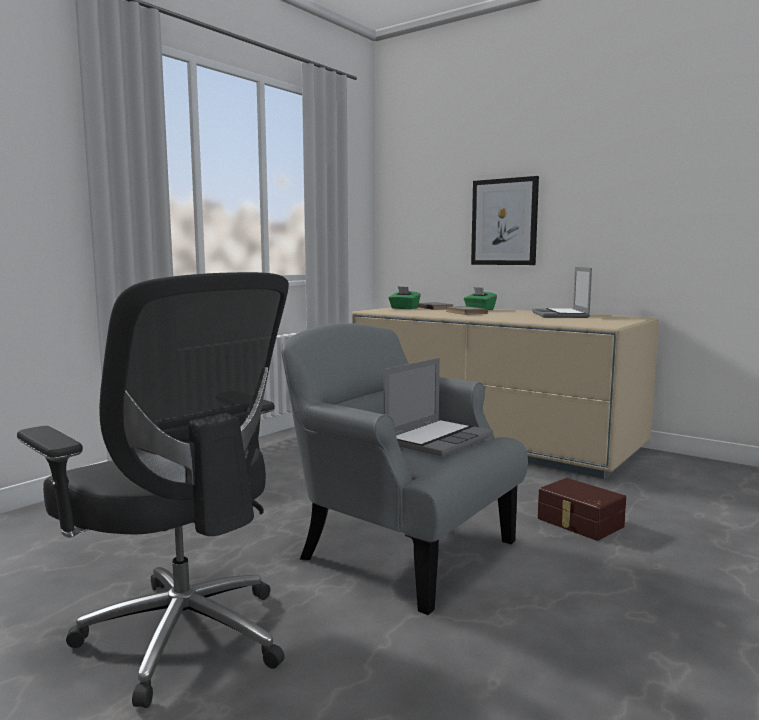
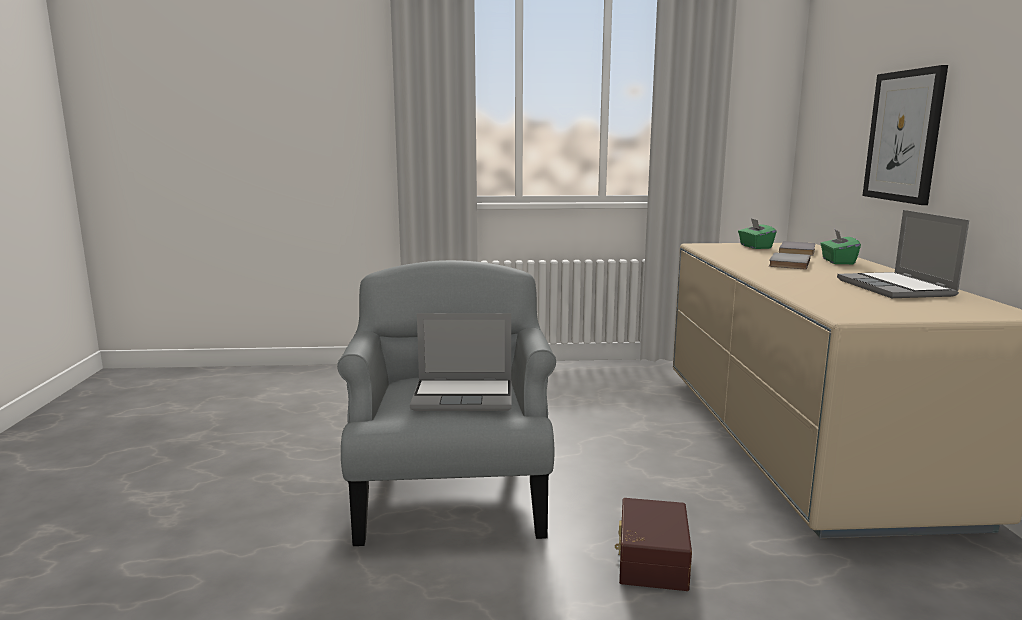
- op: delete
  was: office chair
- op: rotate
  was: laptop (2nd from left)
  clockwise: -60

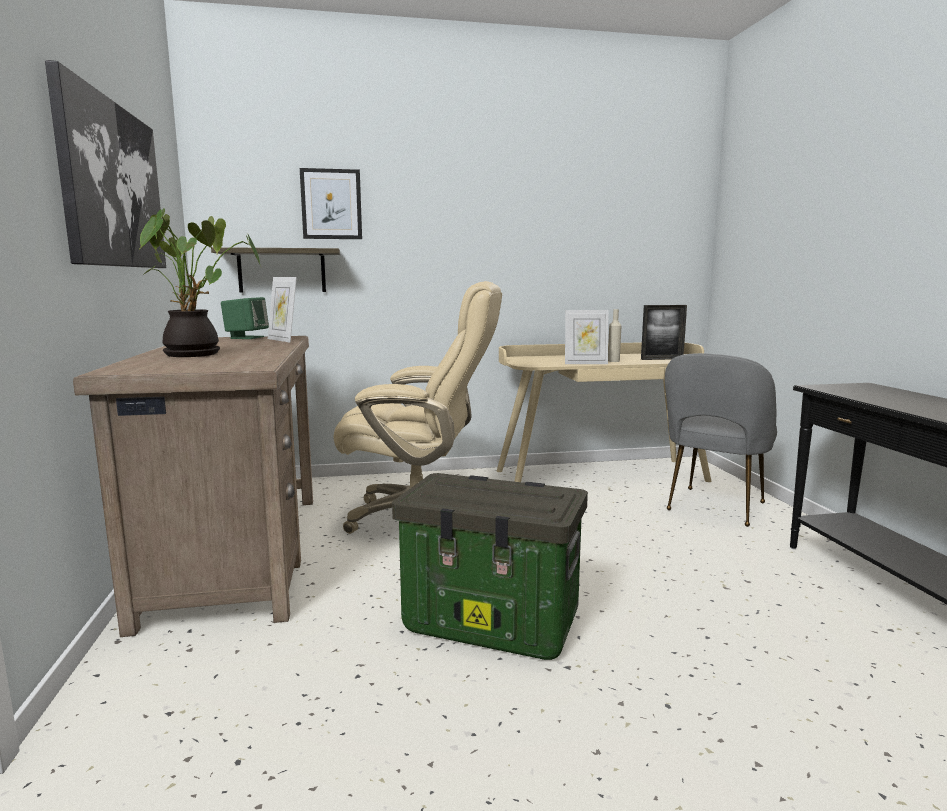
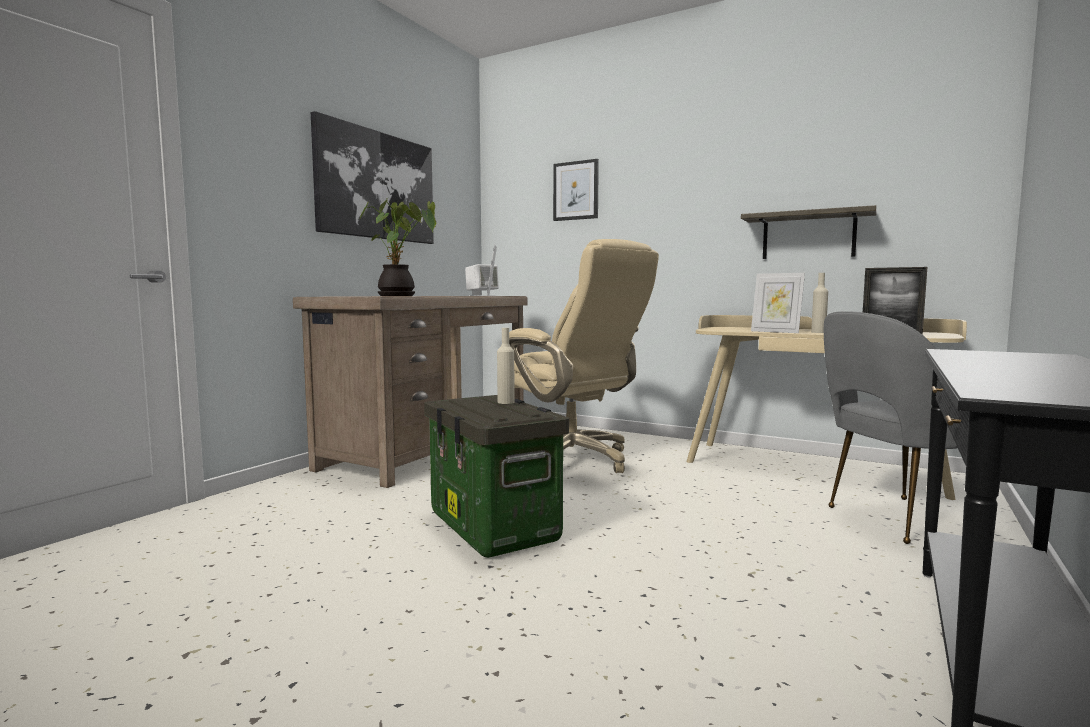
- op: move
  was: shelf
- op: recolor
  was: green speaker
  now: white speaker
- op: insert
  now: beige bottle (1st from left)

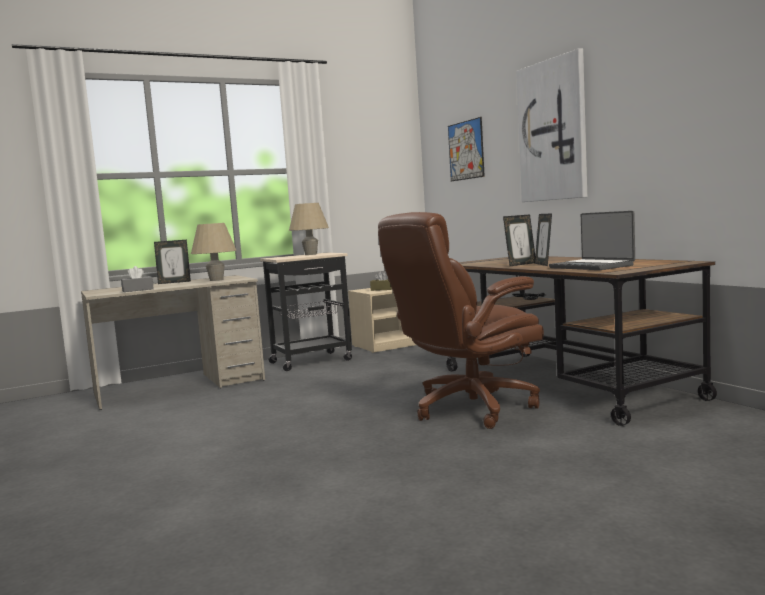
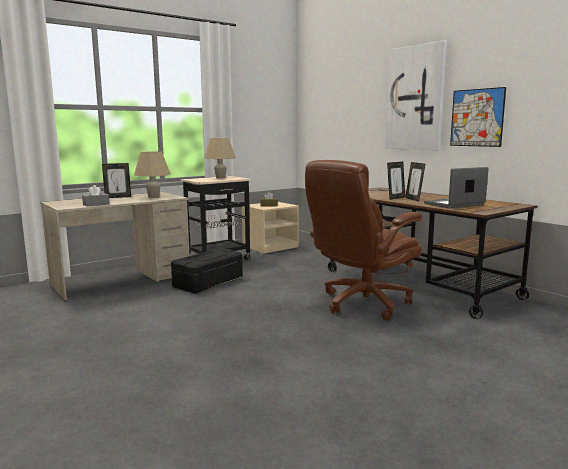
- op: move
  was: picture (1st from left in the first image)
  now: picture (2nd from left)
- op: rotate
  was: laptop
  clockwise: 105
- op: insert
  now: black storage box

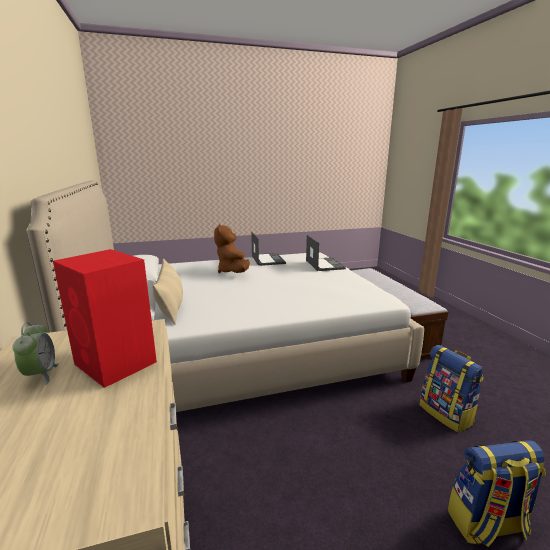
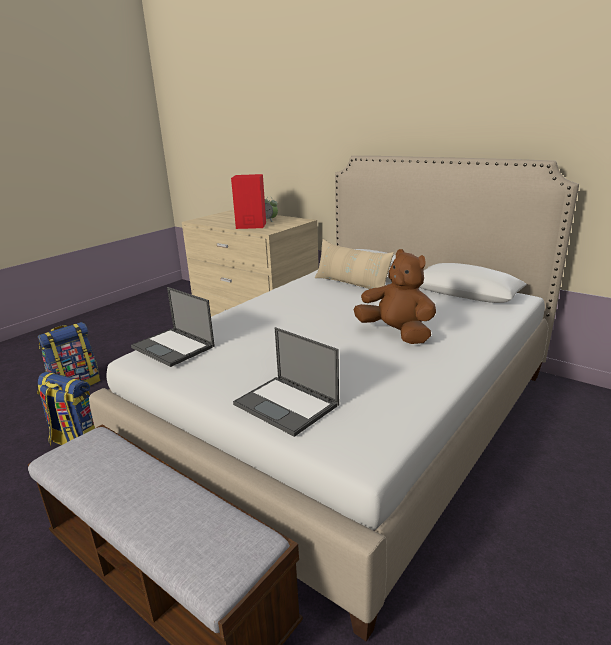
- op: move
  was: laptop (1st from left)

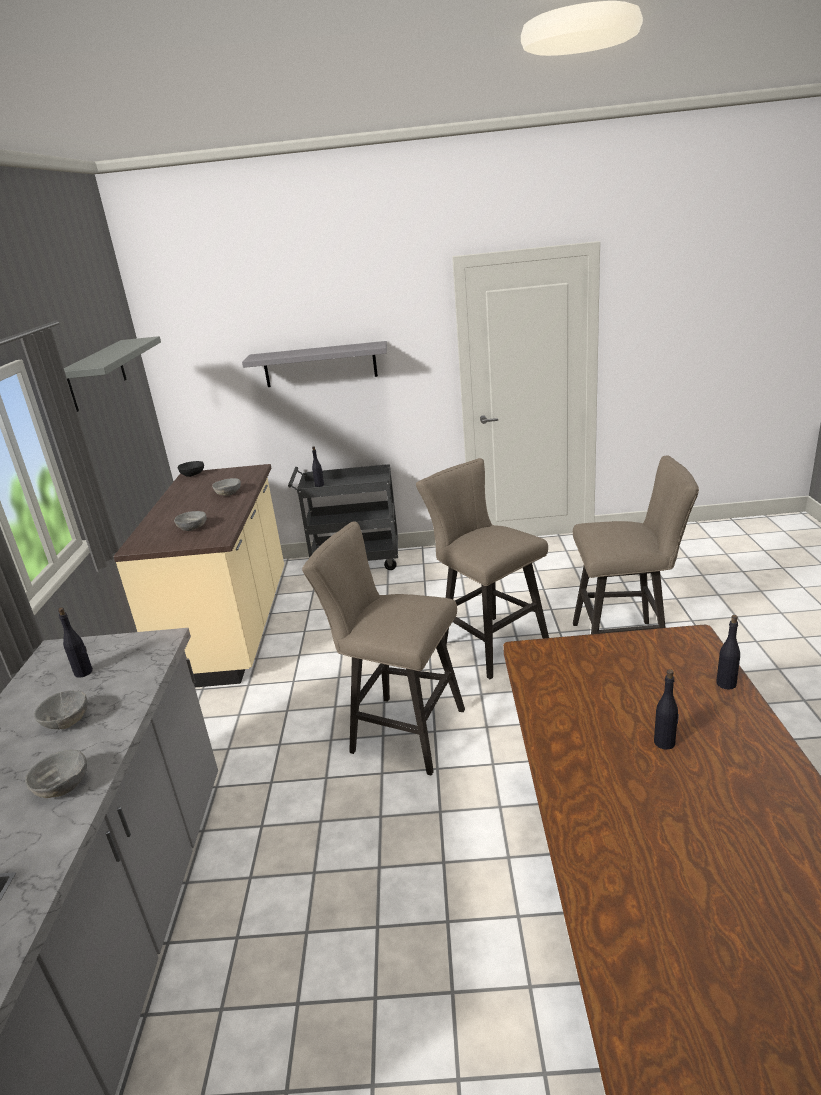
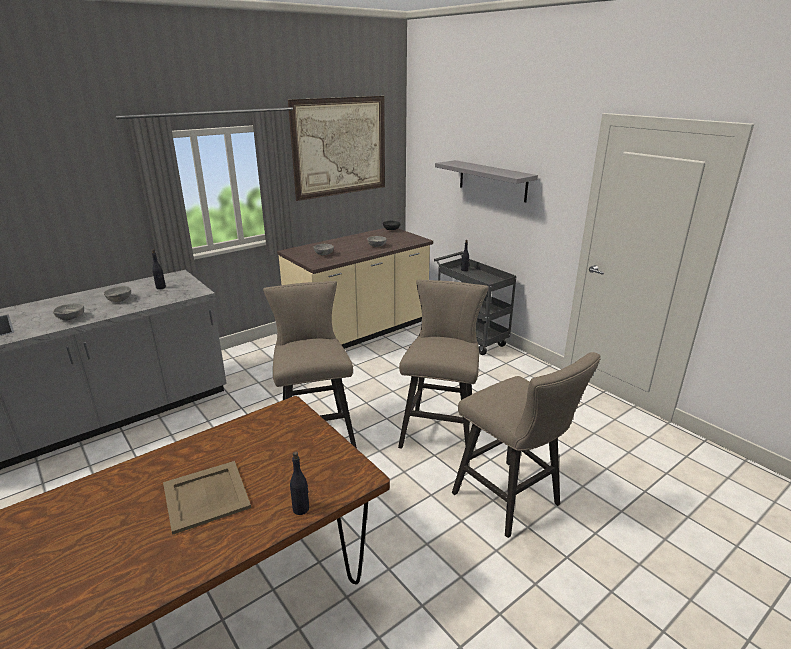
- op: replace
  was: grey shelf (1st from left)
  now: picture
- op: replace
  was: black bottle (3rd from left)
  now: beige tray

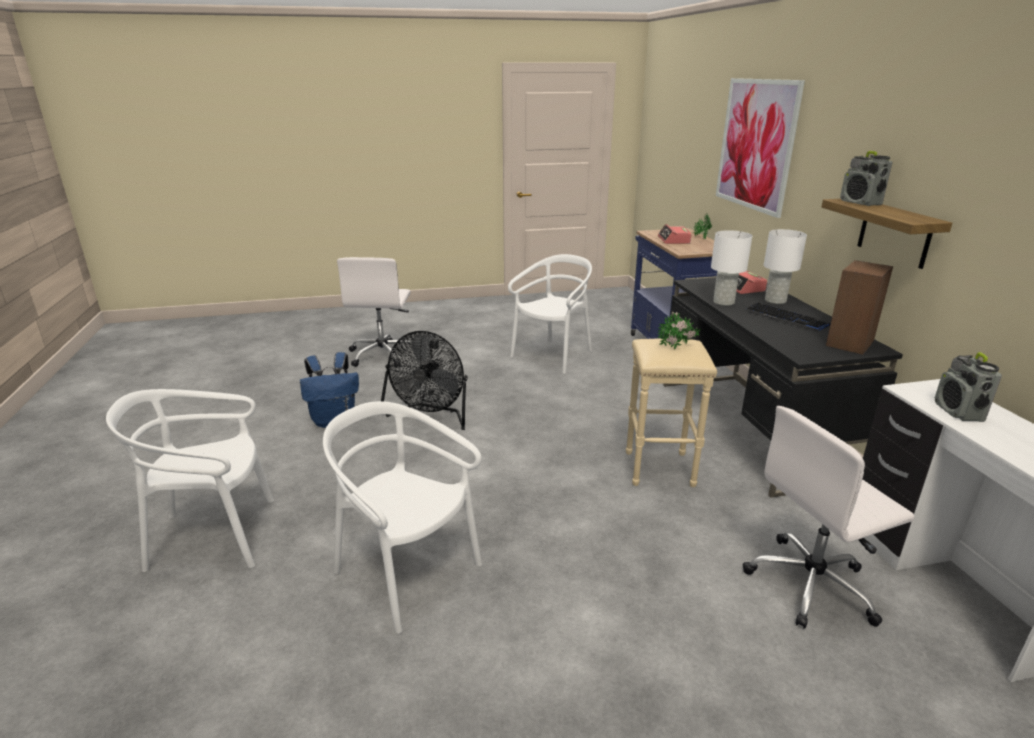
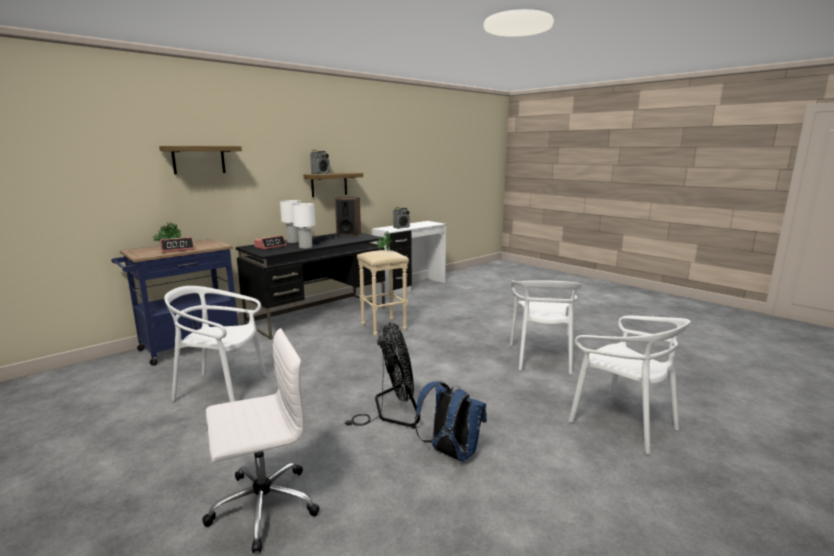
- op: replace
  was: picture
  now: shelf (1st from left)
- op: delete
  was: white office chair (2nd from left)

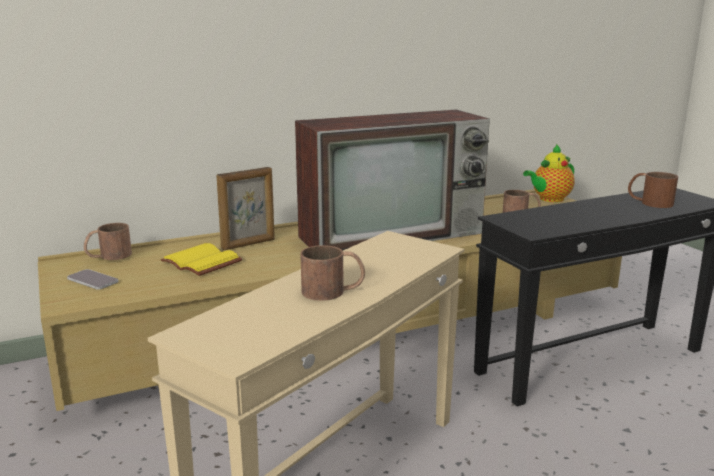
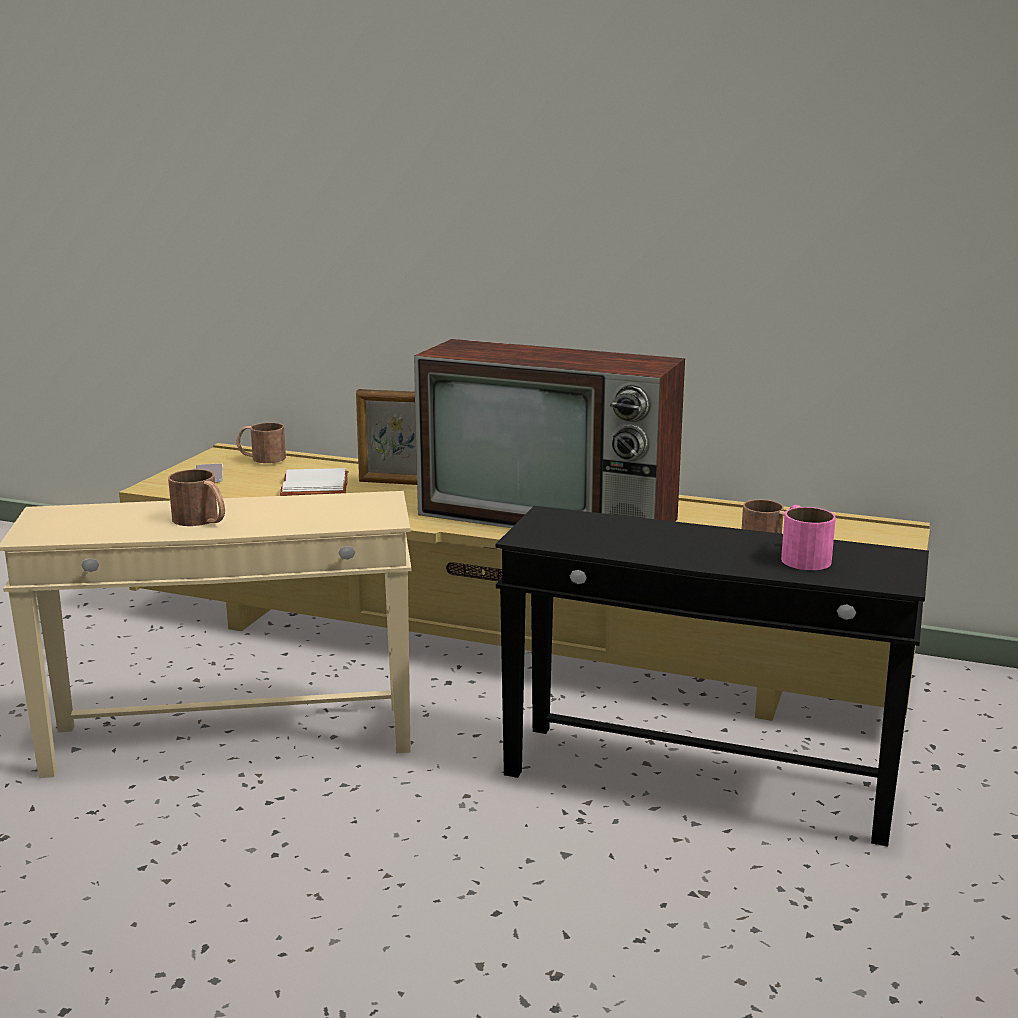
- op: recolor
  was: yellow book
  now: white book
- op: delete
  was: teapot
- op: recolor
  was: brown mug (4th from left)
  now: pink mug

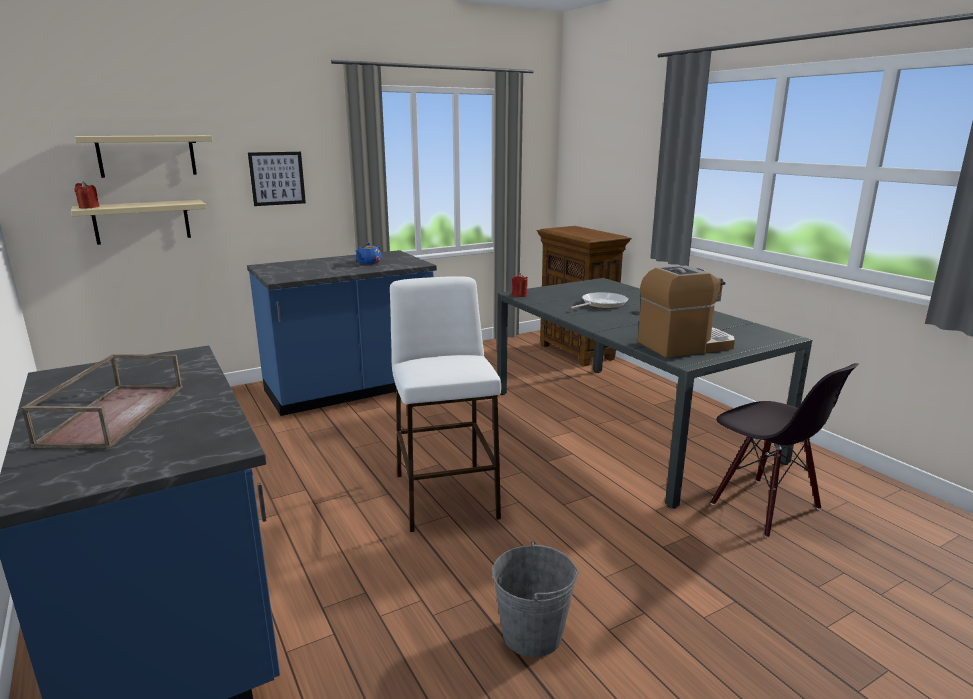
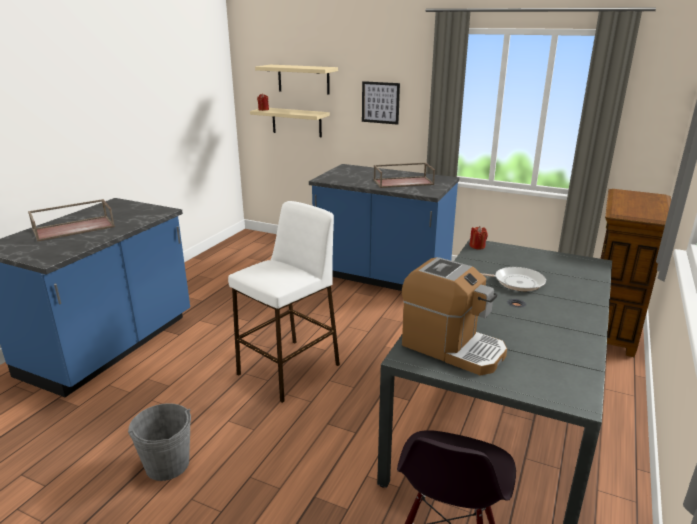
- op: replace
  was: blue teapot
  now: brown tray (2nd from left)

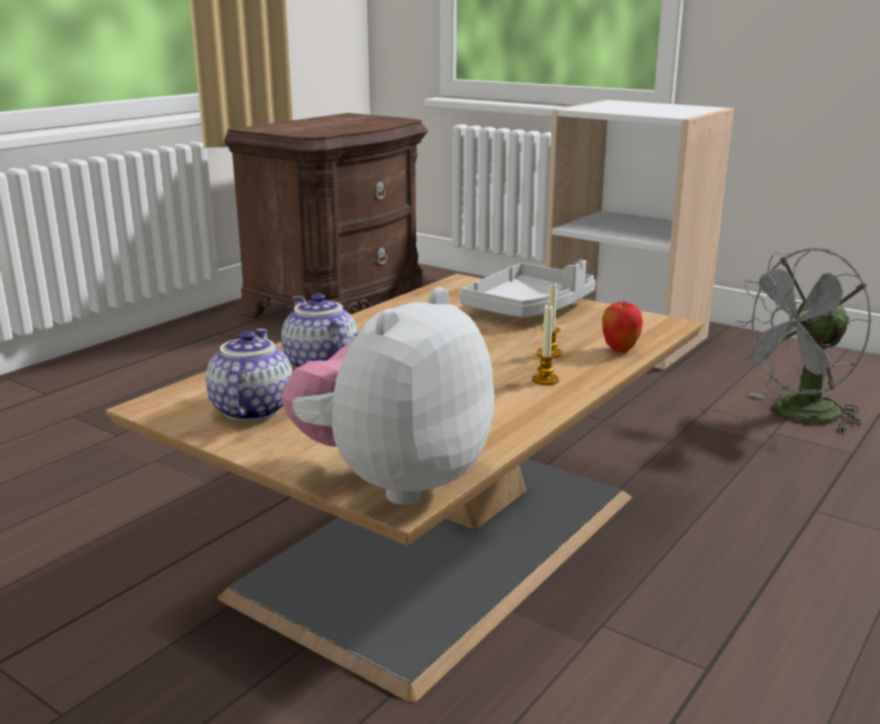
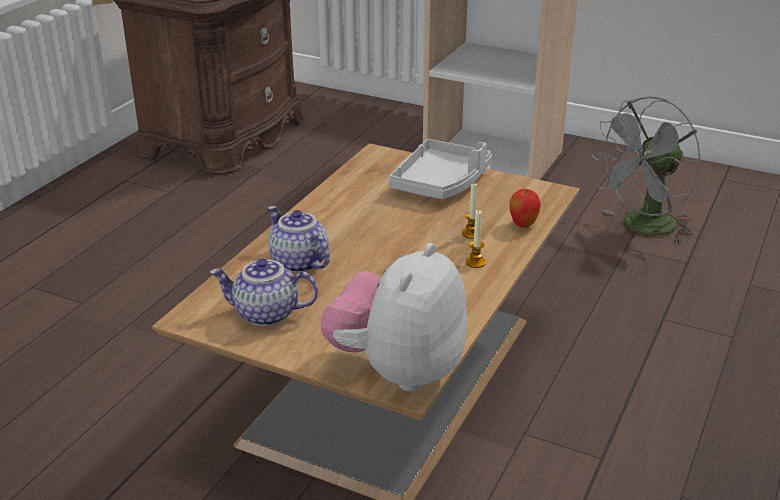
- op: rotate
  was: teapot (1st from left)
  clockwise: -75

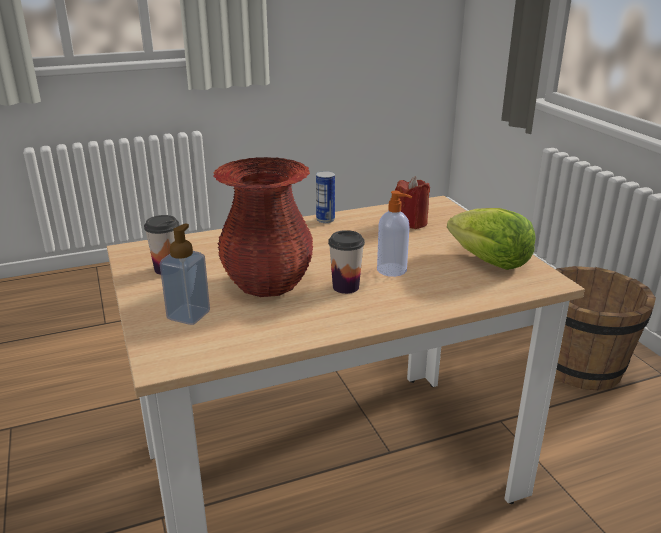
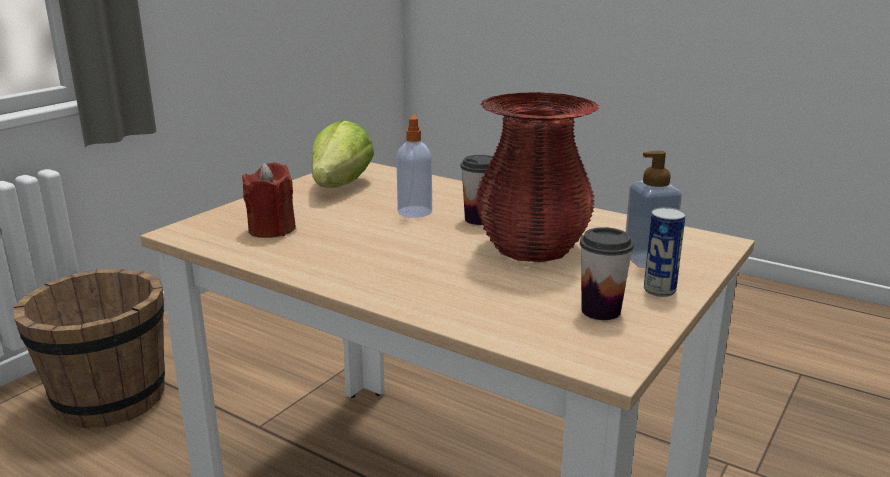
- op: move
  was: can

